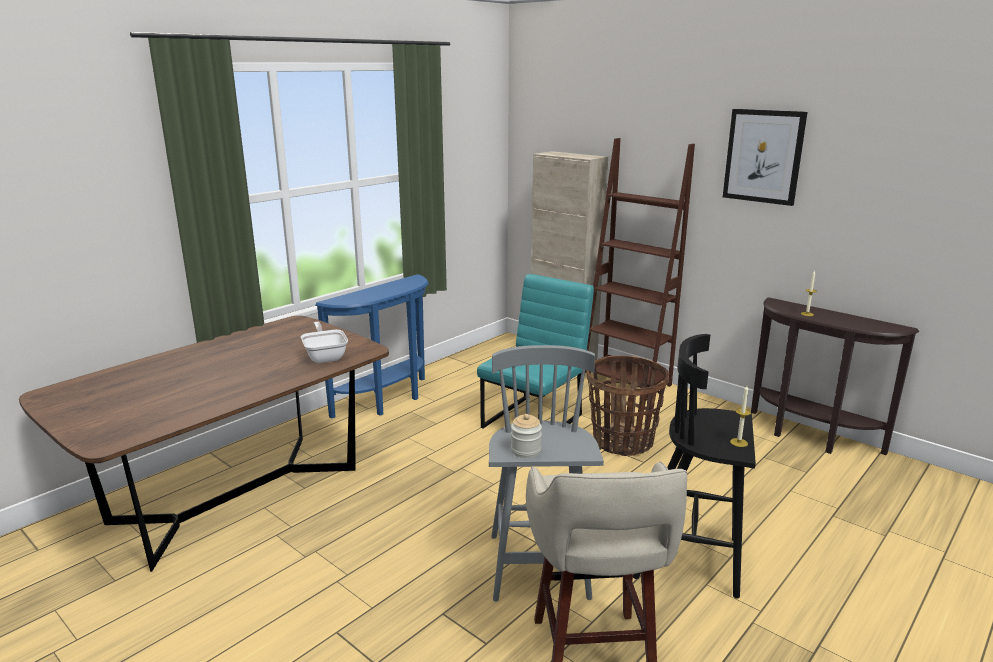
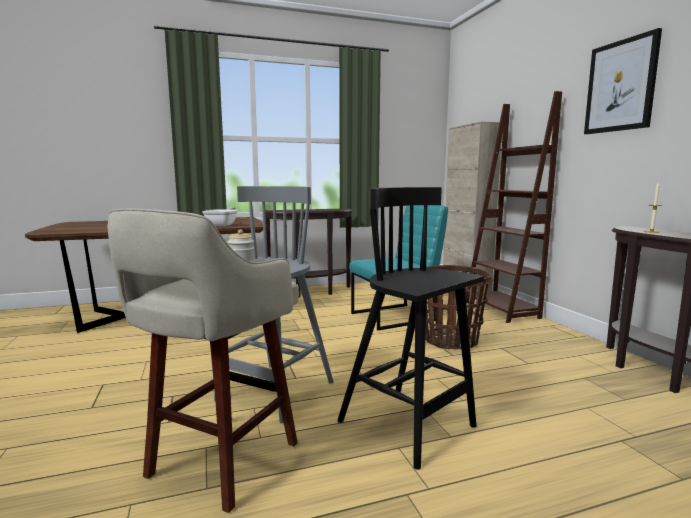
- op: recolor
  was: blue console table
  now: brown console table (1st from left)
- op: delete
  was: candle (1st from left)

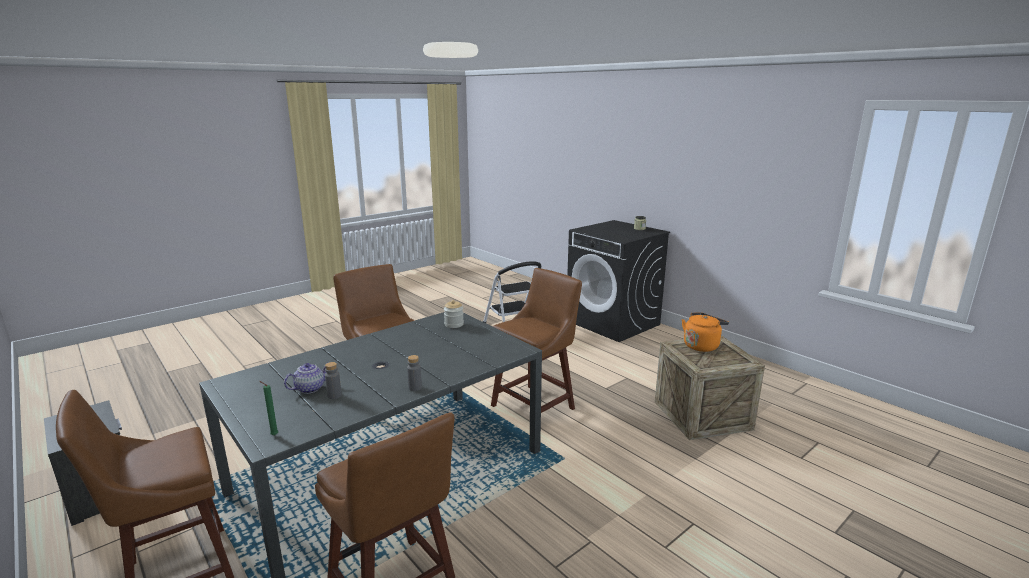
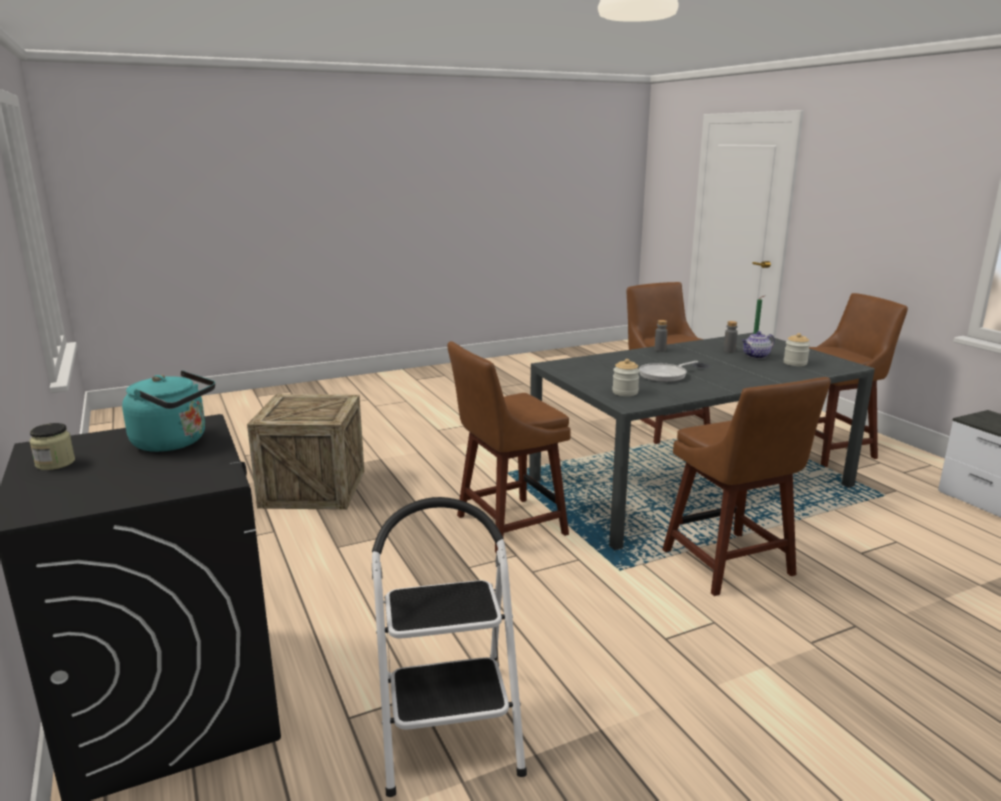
- op: delete
  was: orange kettle
- op: insert
  now: turquoise kettle
- op: insert
  now: frying pan
- op: insert
  now: jar (3rd from left)

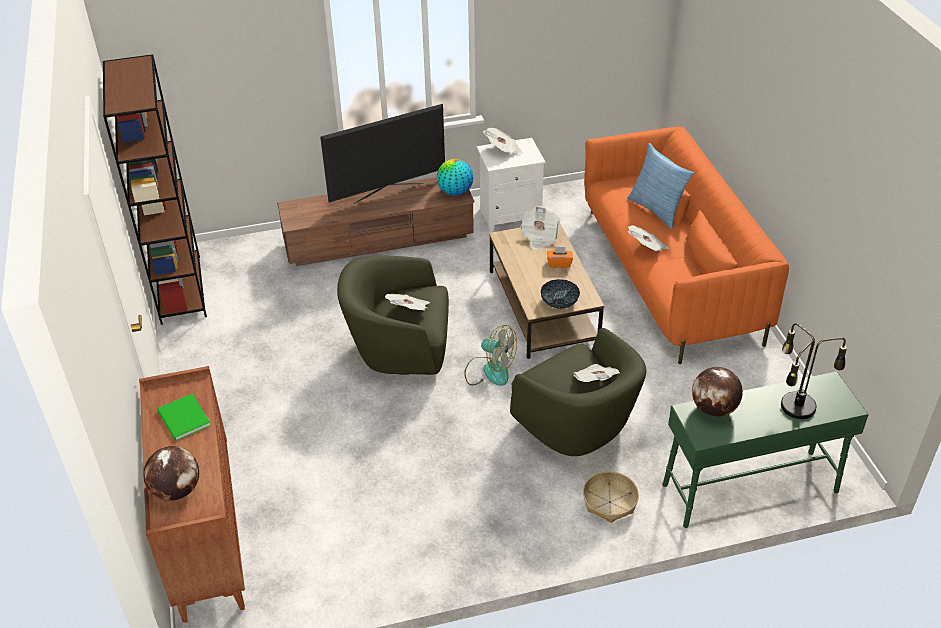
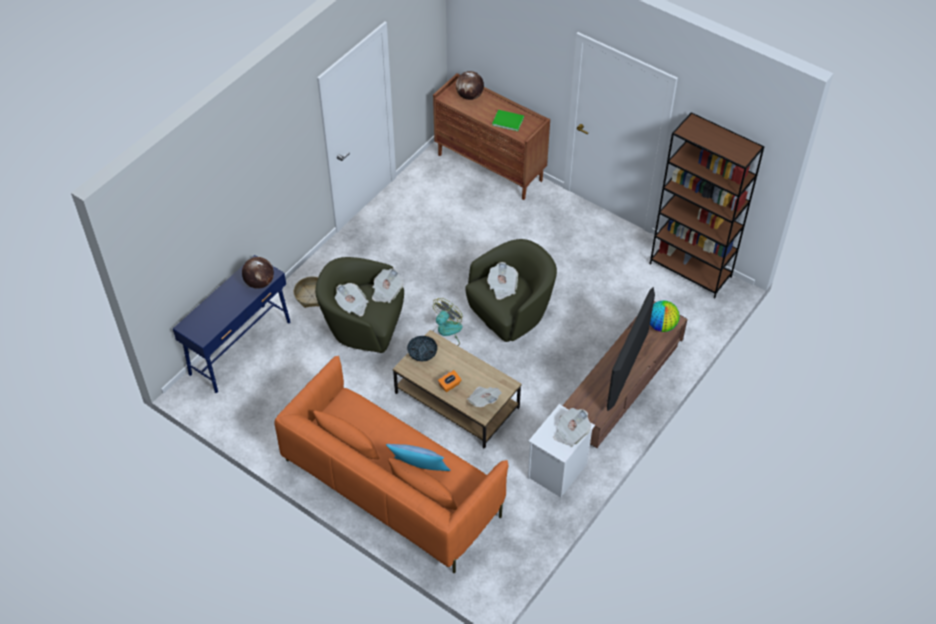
- op: move
  was: globe (2nd from left in the first image)
  now: globe (3rd from left)
- op: rotate
  was: fan
  clockwise: 135
- op: move
  was: newspaper (5th from left in the first image)
  now: newspaper (2nd from left)
- op: recolor
  was: green console table
  now: blue console table
- op: delete
  was: table lamp

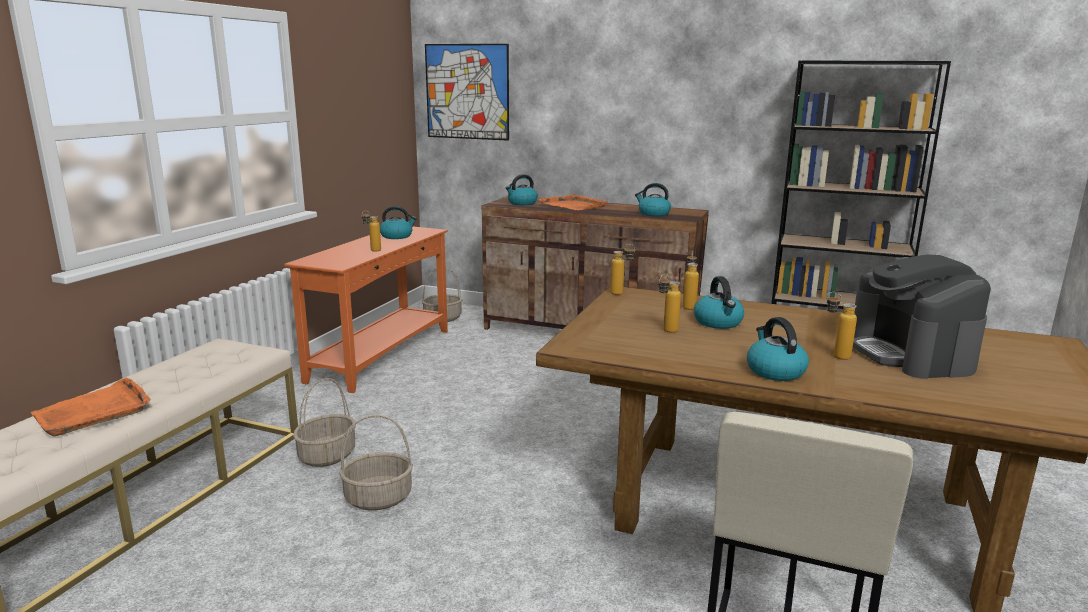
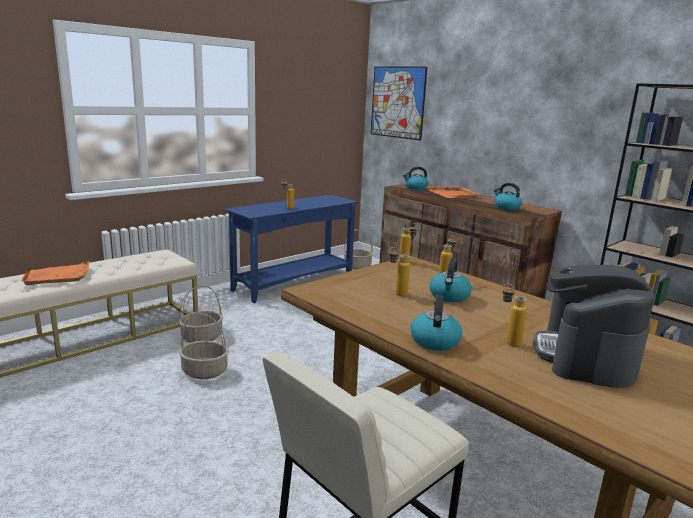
- op: recolor
  was: orange console table
  now: blue console table
- op: delete
  was: kettle (1st from left)

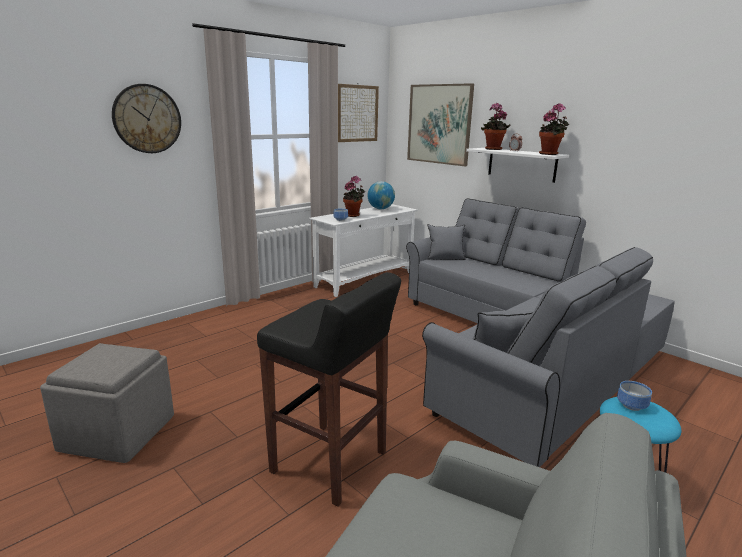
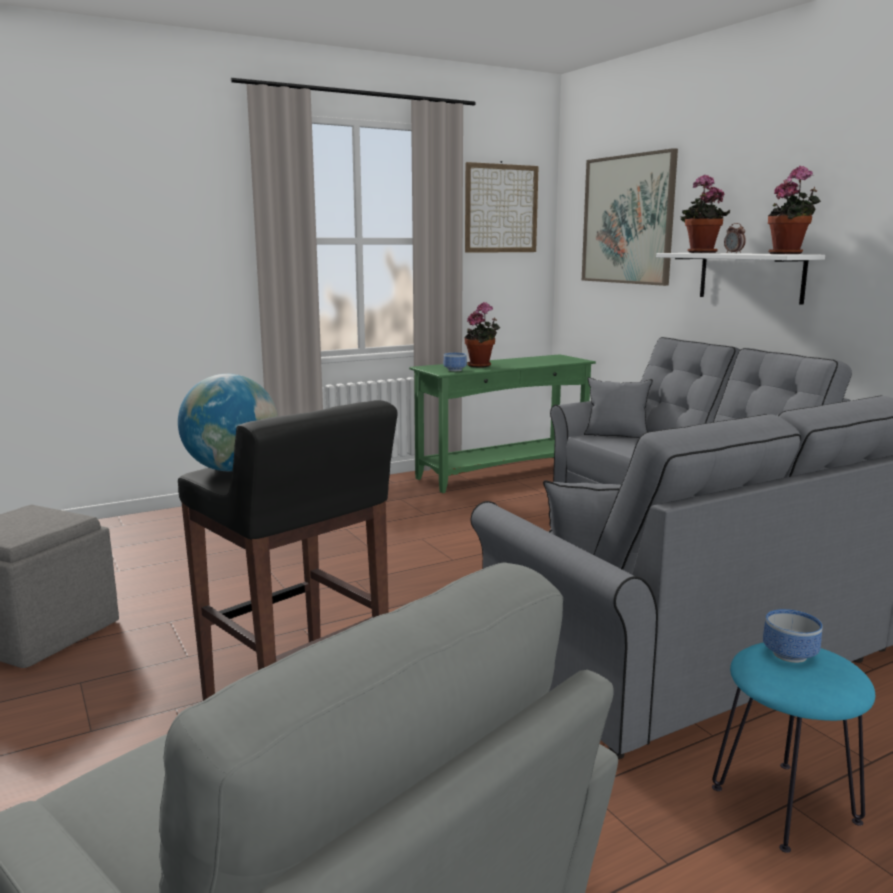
- op: delete
  was: wall clock
- op: recolor
  was: white console table
  now: green console table
- op: move
  was: globe

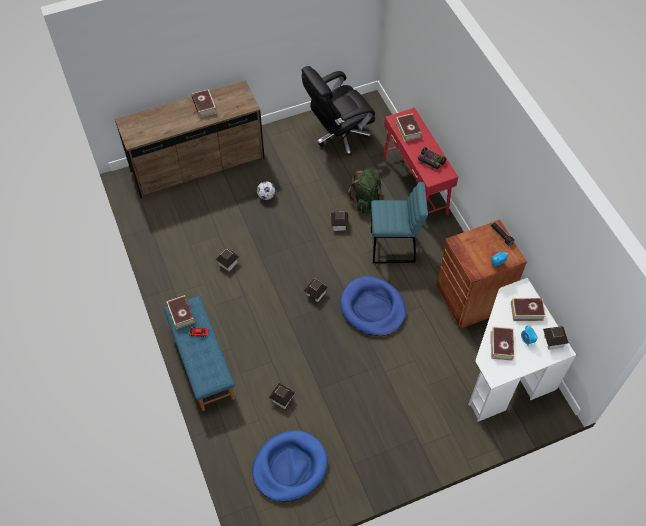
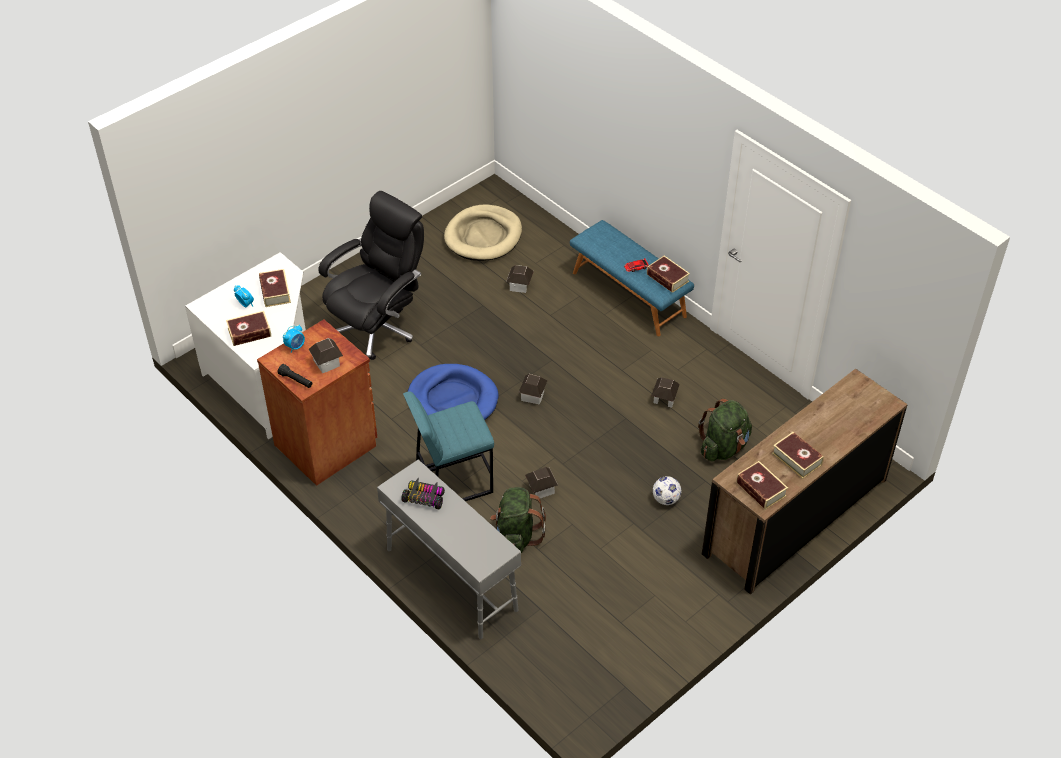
- op: recolor
  was: blue dog bed (1st from left)
  now: beige dog bed
- op: move
  was: black office chair
- op: recolor
  was: red console table
  now: grey console table
- op: move
  was: book (3rd from left in the first image)
  now: book (4th from left)
- op: move
  was: toy house (5th from left in the first image)
  now: toy house (1st from left)
- op: insert
  now: green backpack (2nd from left)

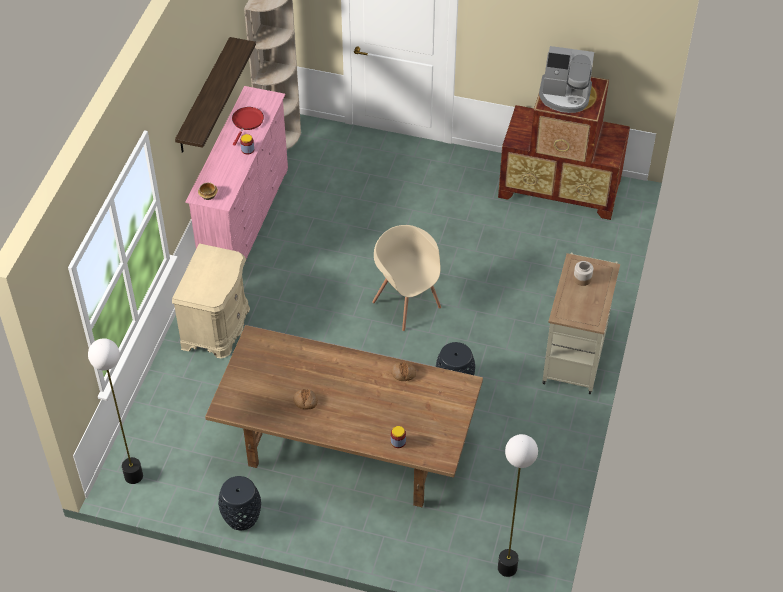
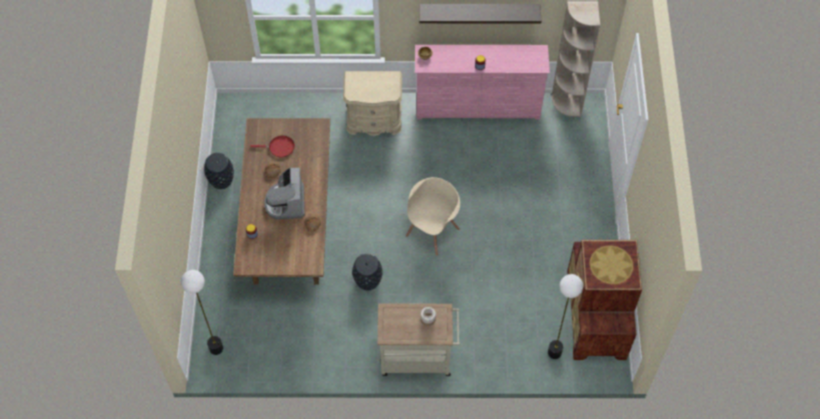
- op: move
  was: floor lamp (1st from left in the first image)
  now: floor lamp (2nd from left)
- op: move
  was: red frying pan
- op: move
  was: coffee machine

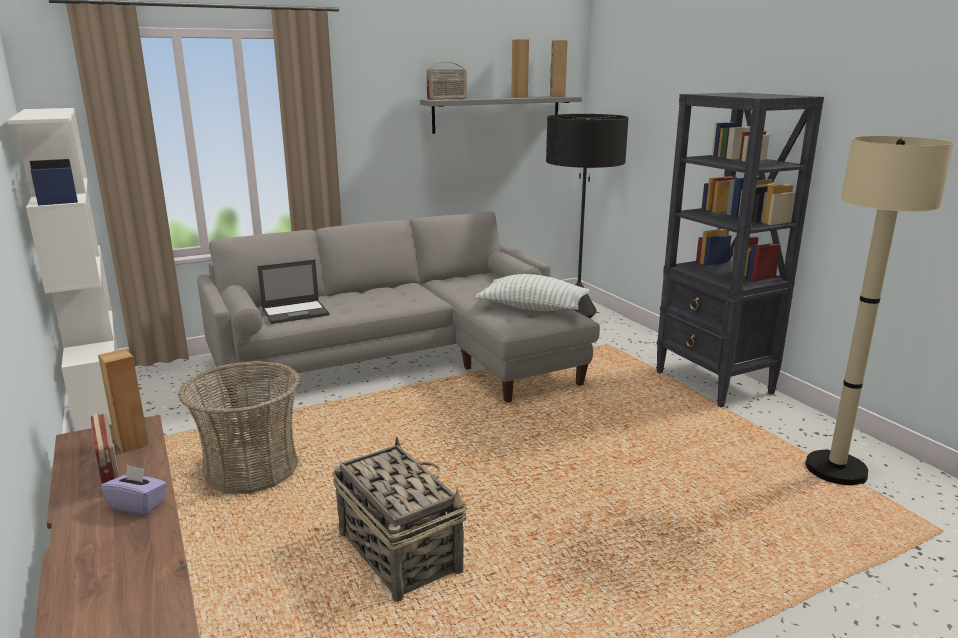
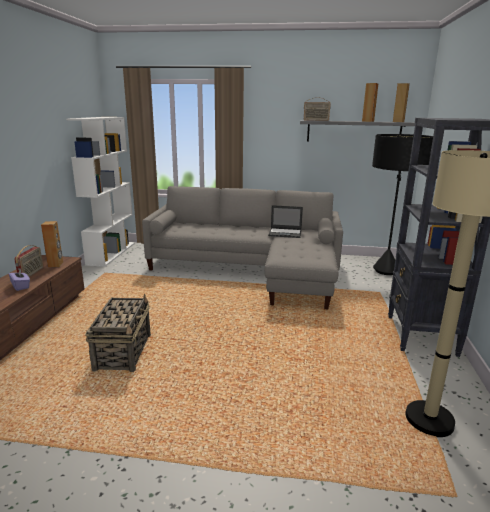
- op: delete
  was: basket (1st from left)
- op: move
  was: laptop
- op: delete
  was: pillow

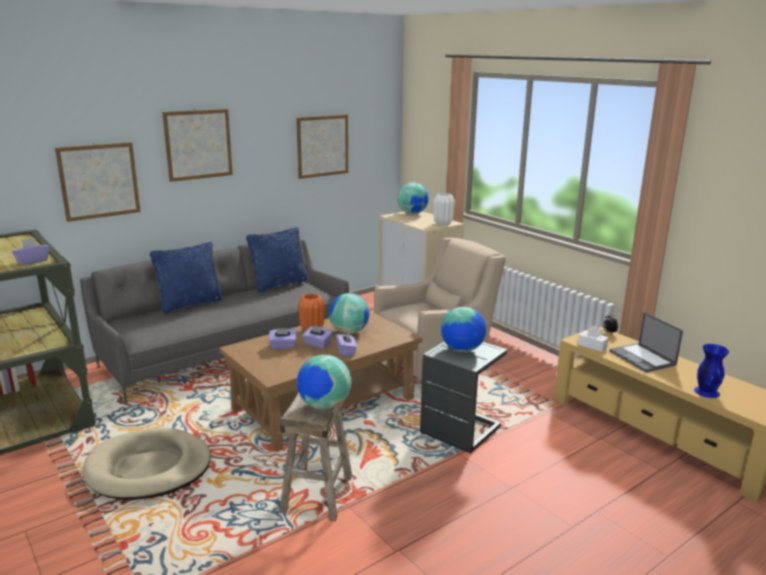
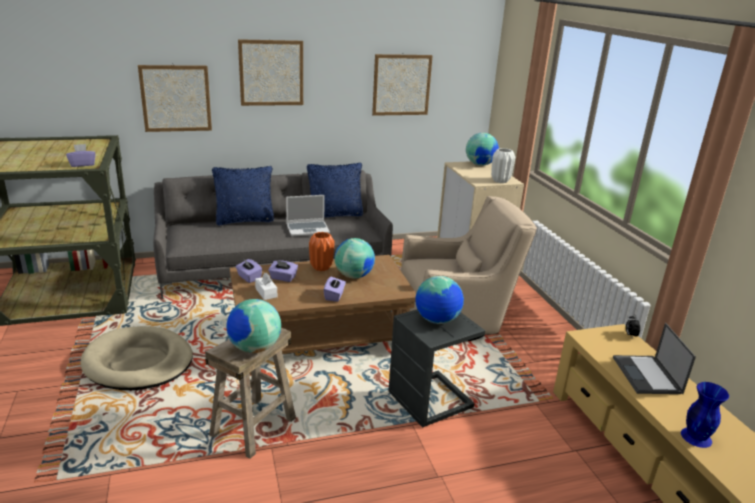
- op: move
  was: purple tissue box (3rd from left in the first image)
  now: purple tissue box (2nd from left)
- op: move
  was: white tissue box
- op: insert
  now: laptop (1st from left)

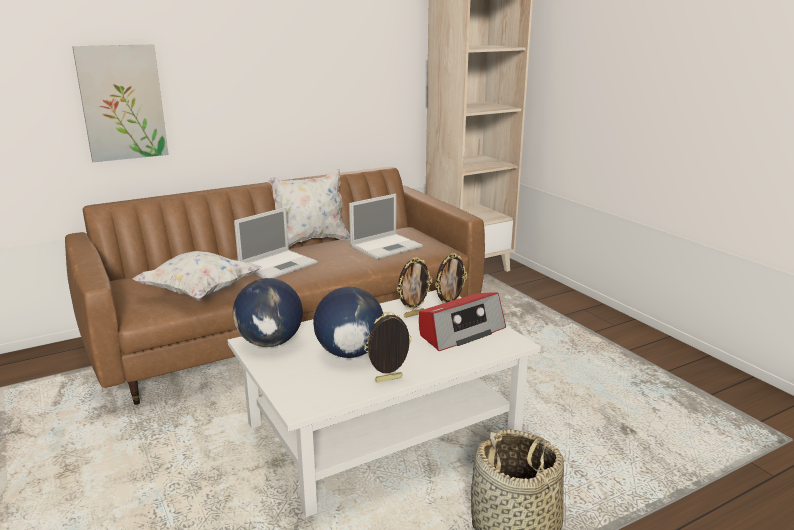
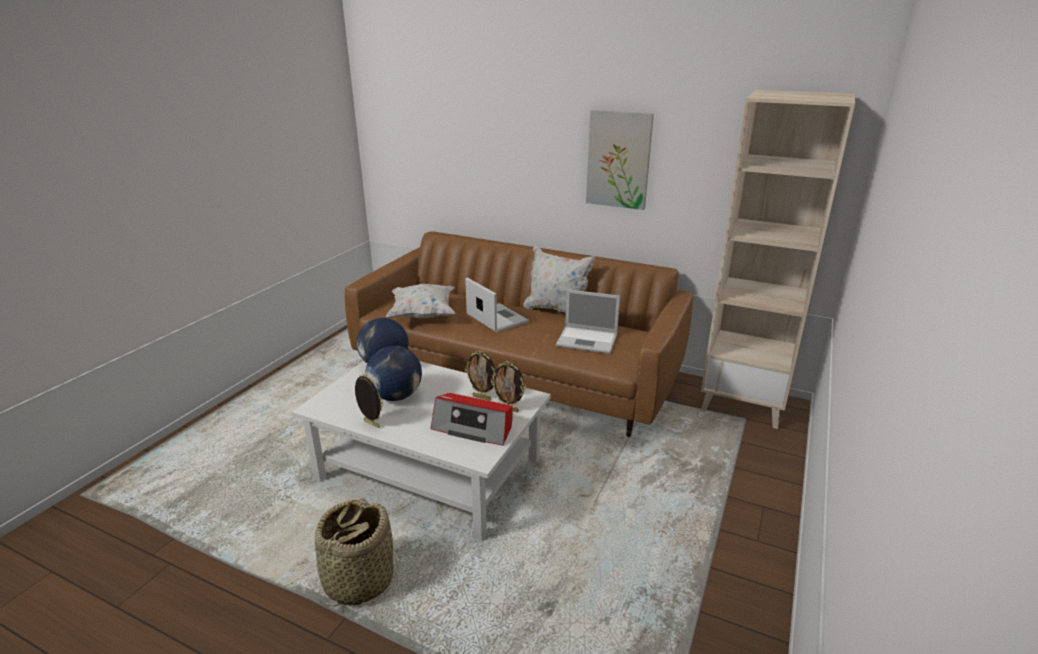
- op: move
  was: picture
- op: rotate
  was: laptop (1st from left)
  clockwise: -135

